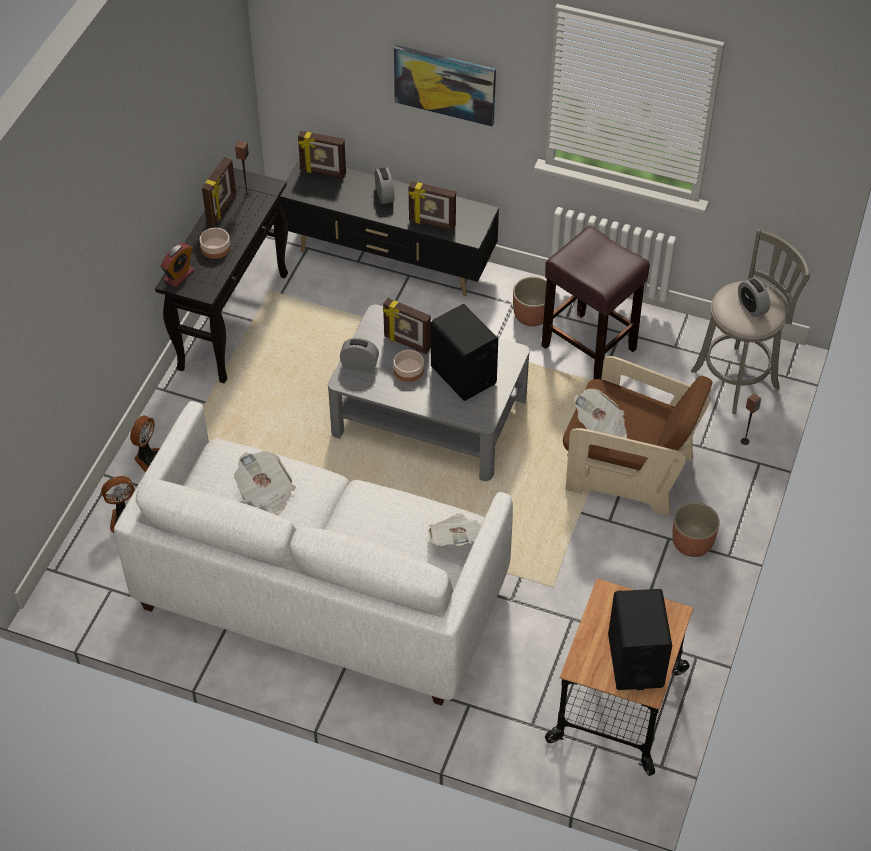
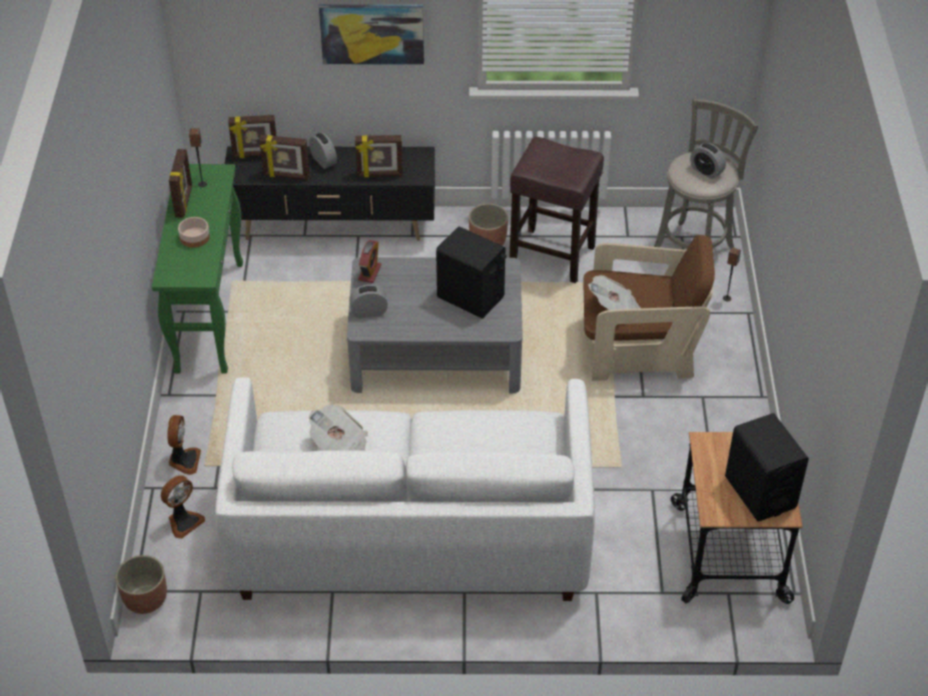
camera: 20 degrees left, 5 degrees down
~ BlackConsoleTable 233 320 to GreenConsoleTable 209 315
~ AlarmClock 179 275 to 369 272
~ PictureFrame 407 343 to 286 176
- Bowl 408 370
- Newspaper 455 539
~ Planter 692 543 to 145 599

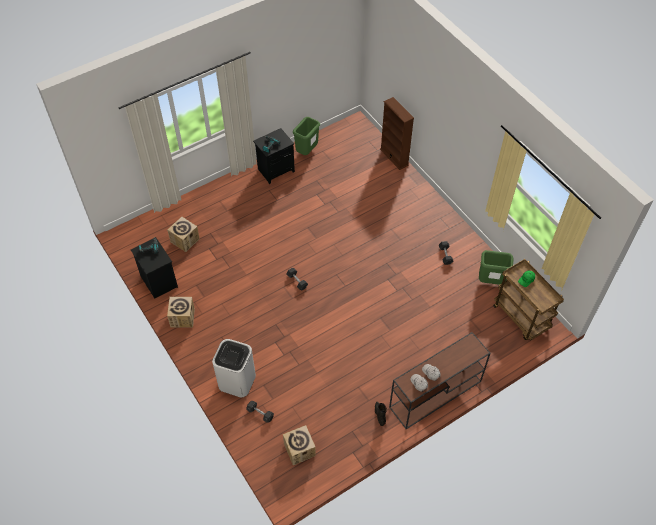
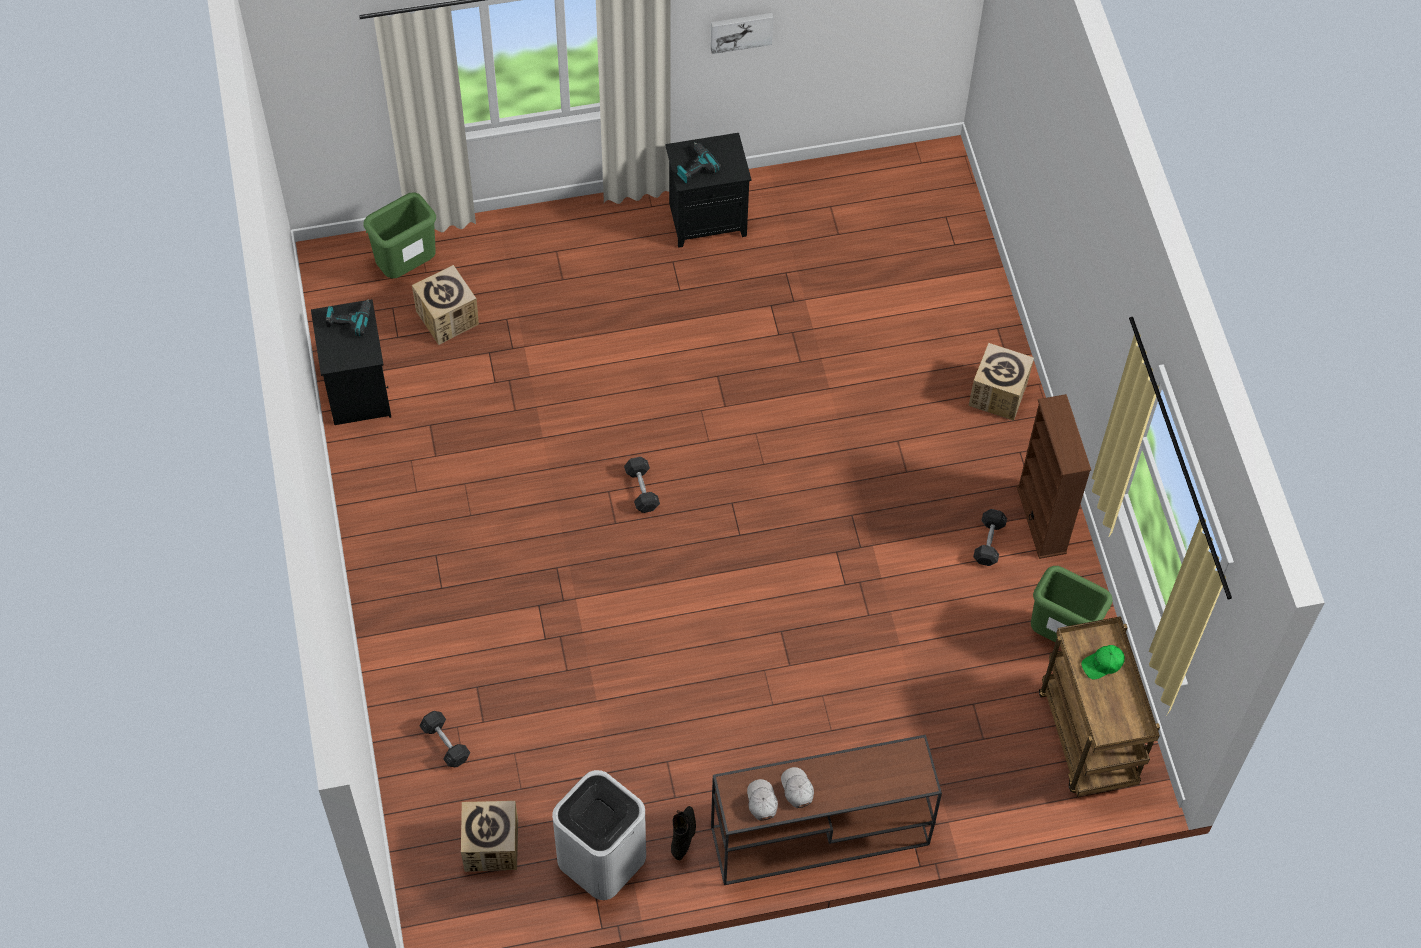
camera: 20 degrees right, 5 degrees up
~ CardboardBox 182 317 to 998 394
~ WhiteTrashCan 237 381 to 601 859
~ GreenTrashCan 306 151 to 407 266
~ BrownBookcase 394 157 to 1041 519
+ Picture 741 31

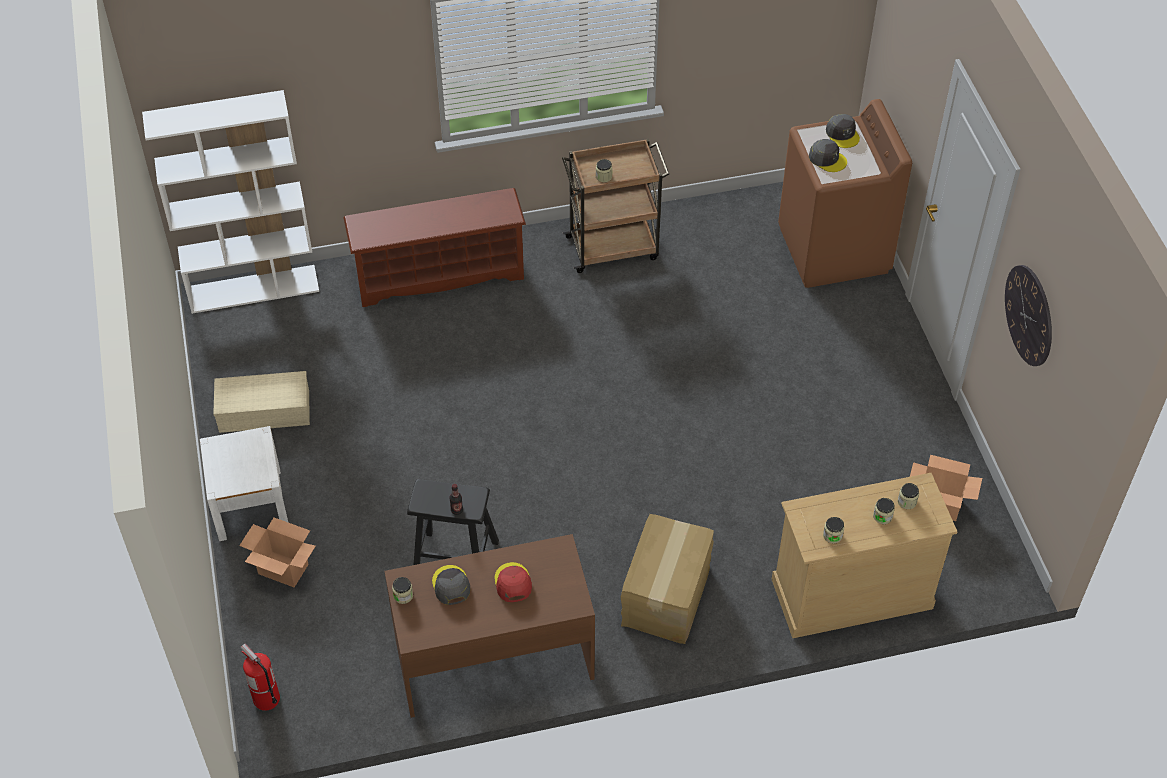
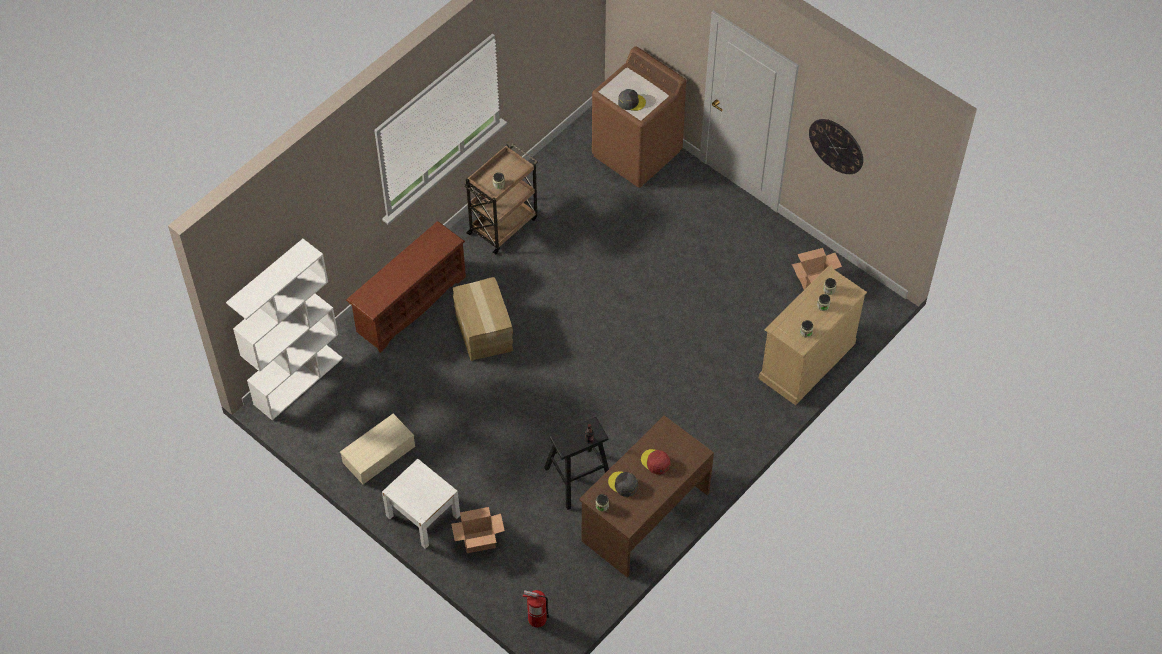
camera: 35 degrees left, 5 degrees up
~ CardboardBox 667 596 to 484 331
- GreyCap 842 134

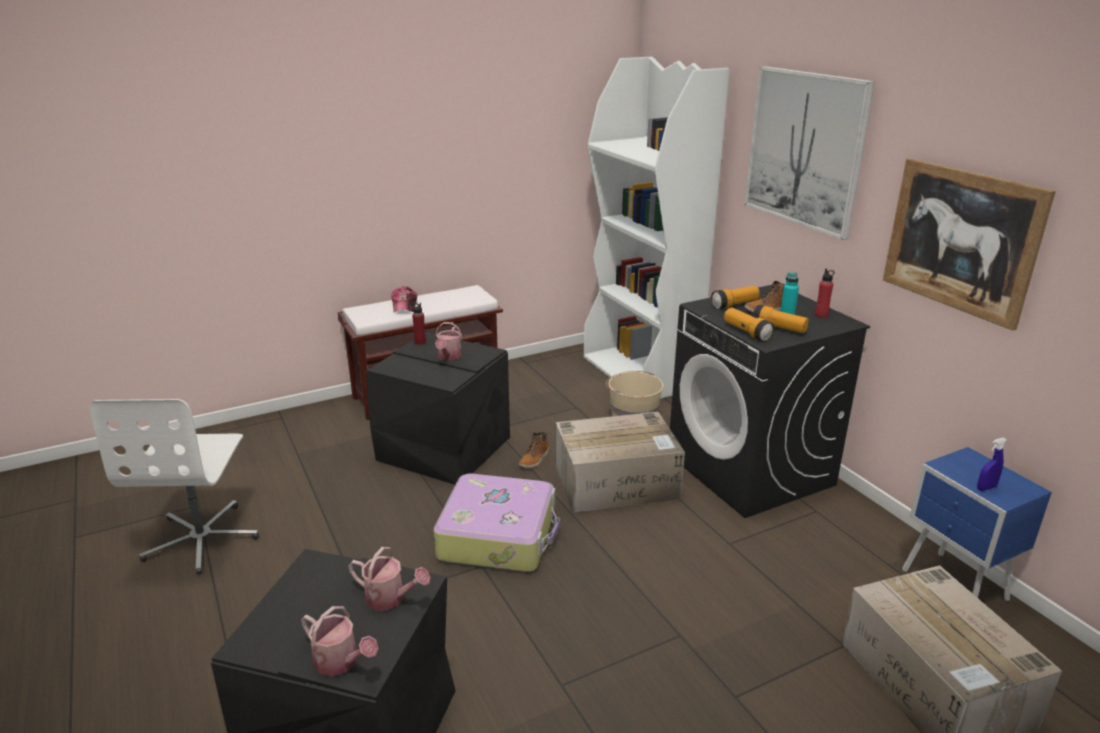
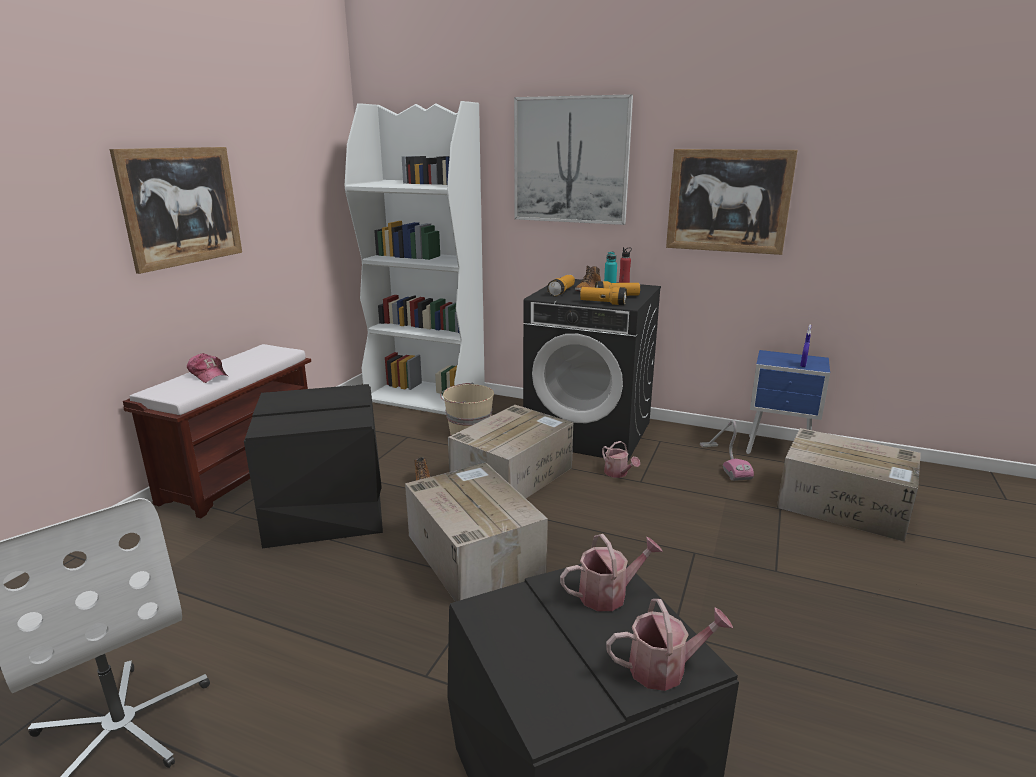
camera: 40 degrees left, 5 degrees down
- RedBottle 420 342
~ Suitcase 499 535 to CardboardBox 473 553
~ WateringCan 448 356 to 618 474
+ Picture 181 206
+ VacuumCleaner 724 462

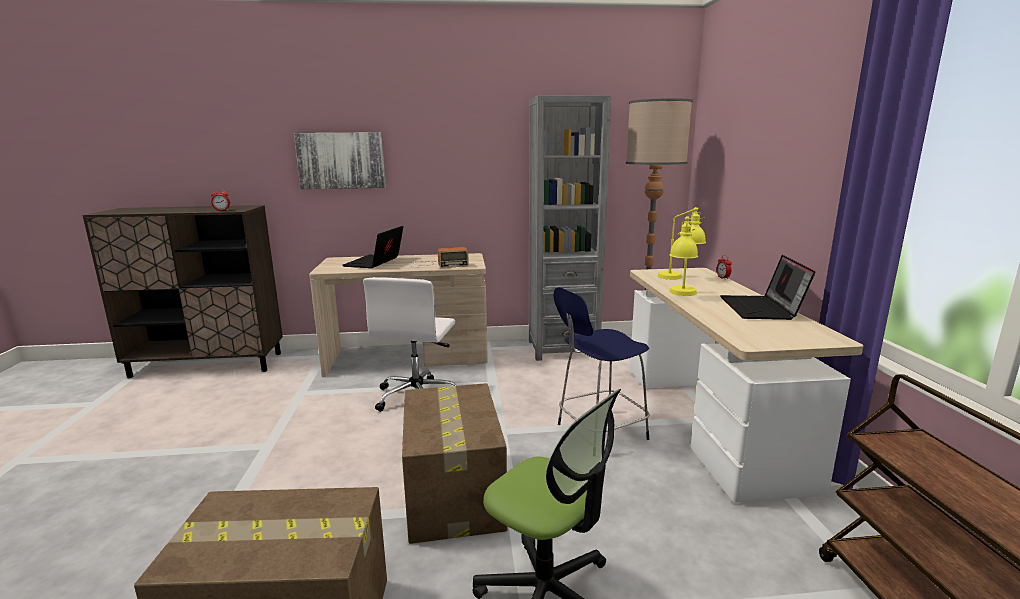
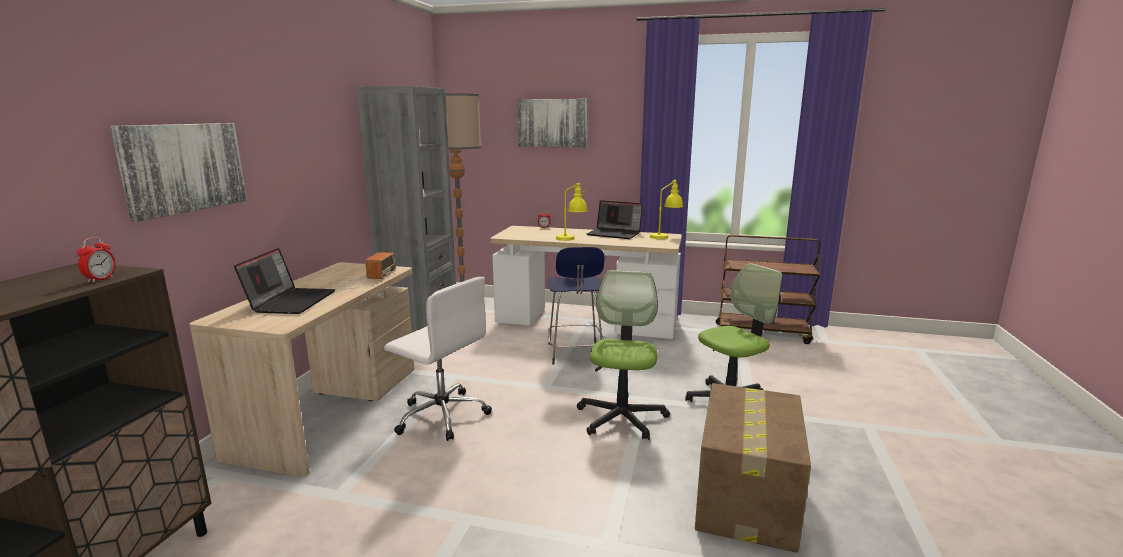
camera: 70 degrees left, 0 degrees up
~ Laptop 375 262 = 291 301 120 degrees counterclockwise
~ CardboardBox 454 494 to OfficeChair 621 418
~ YellowTableLamp 679 278 to 665 236
+ Picture 552 123

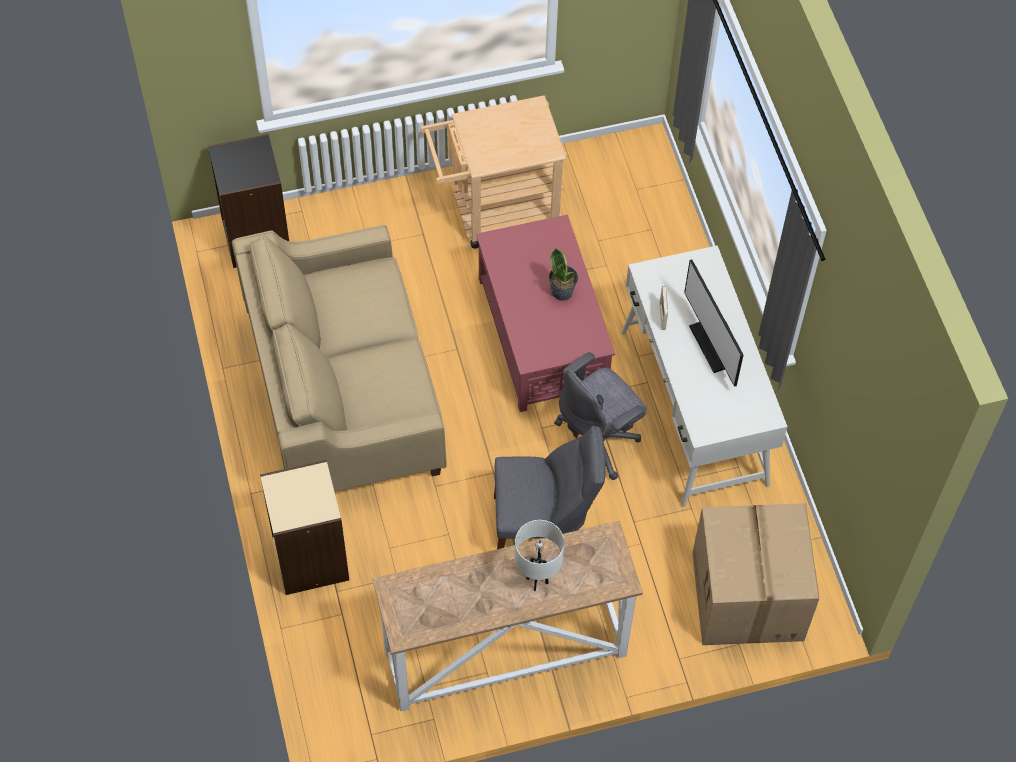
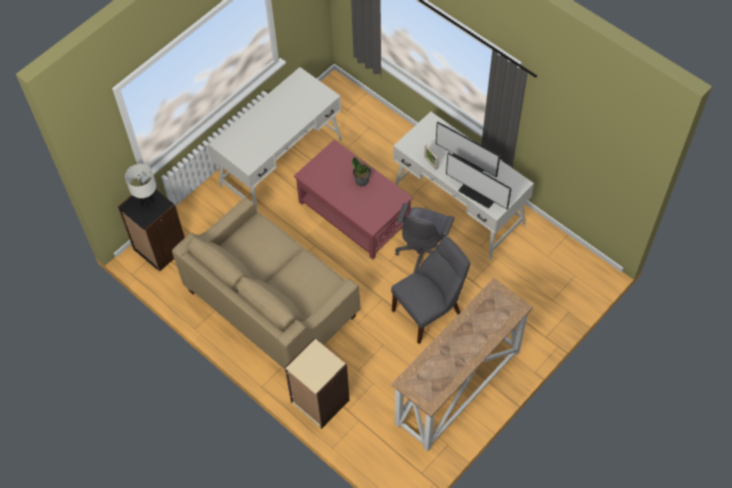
camera: 30 degrees left, 0 degrees up
~ BeigeCart 495 212 to WhiteDesk 281 163
~ WhiteTableLamp 537 580 to 148 203
- CardboardBox 749 597
+ Monitor 478 194

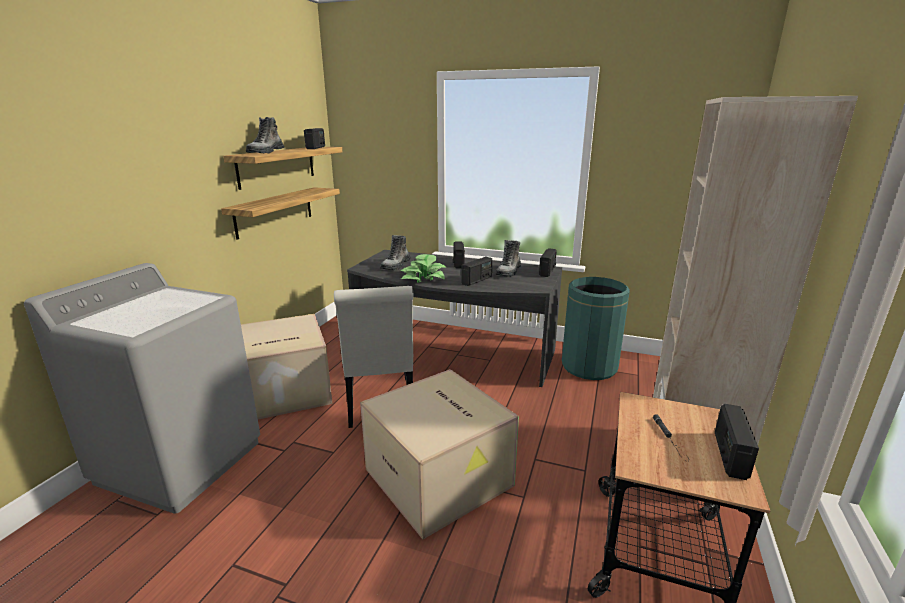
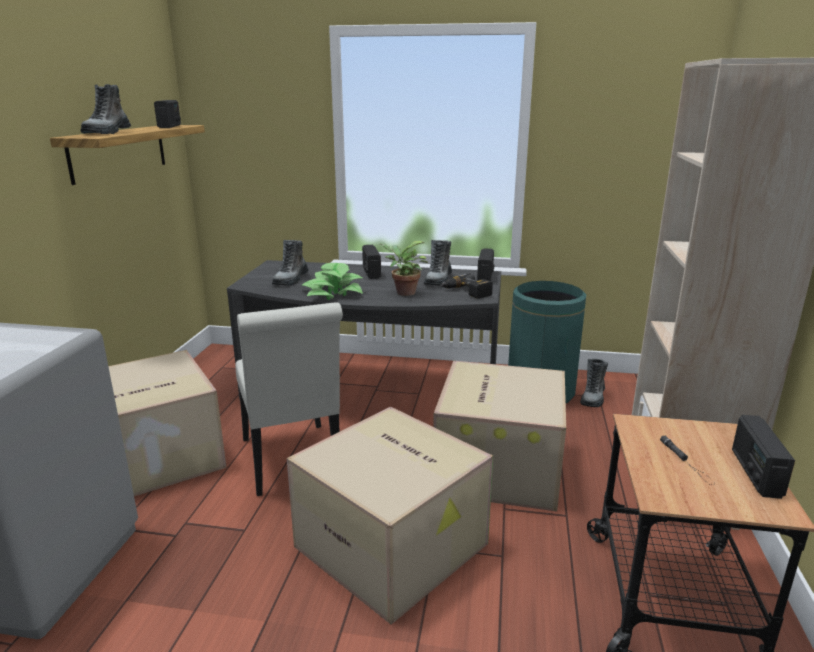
camera: 10 degrees left, 0 degrees up
- Shelf 275 211
~ Radio 477 280 to PottedPlant 403 293
+ CardboardBox 496 466
+ PowerDrill 465 292
+ Boot 593 397

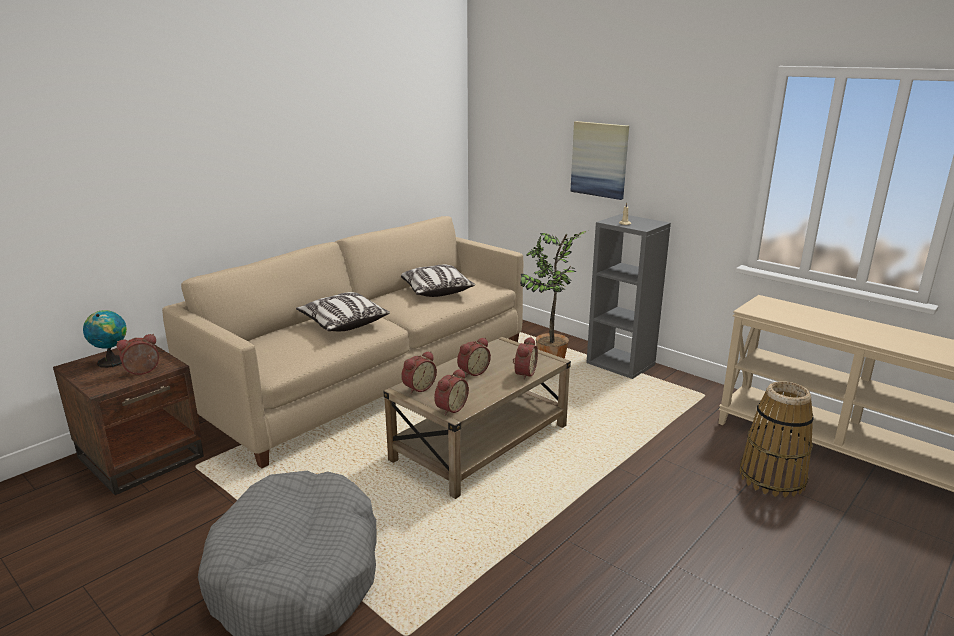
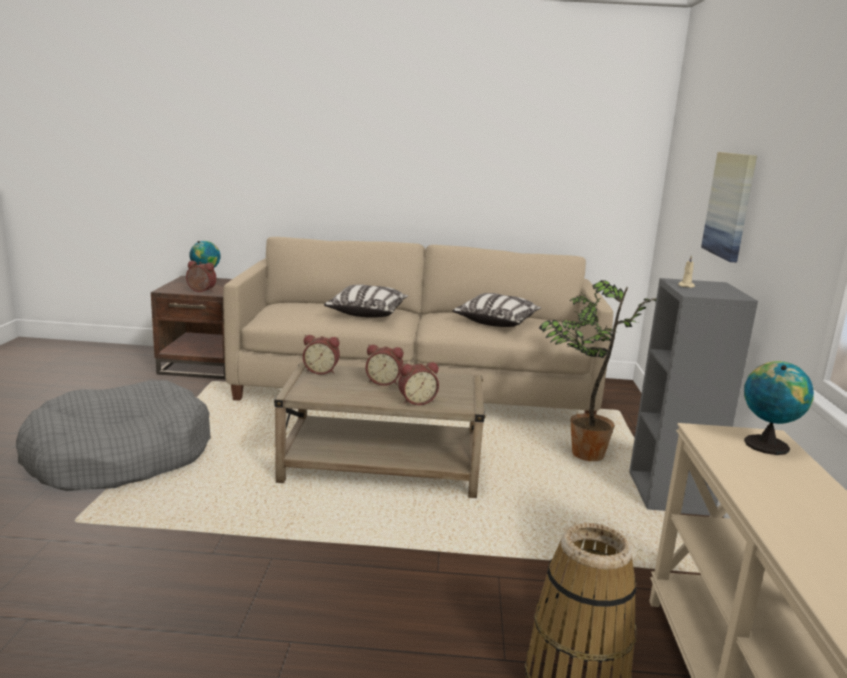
camera: 50 degrees right, 5 degrees down
- AlarmClock 450 408
+ Globe 766 444

